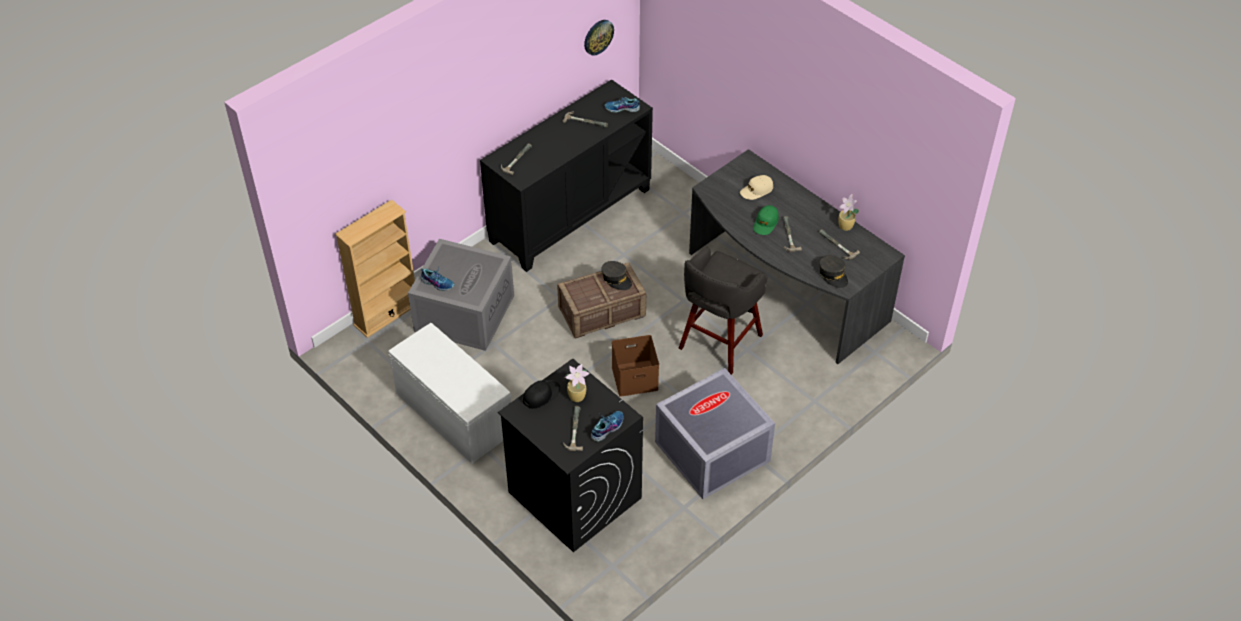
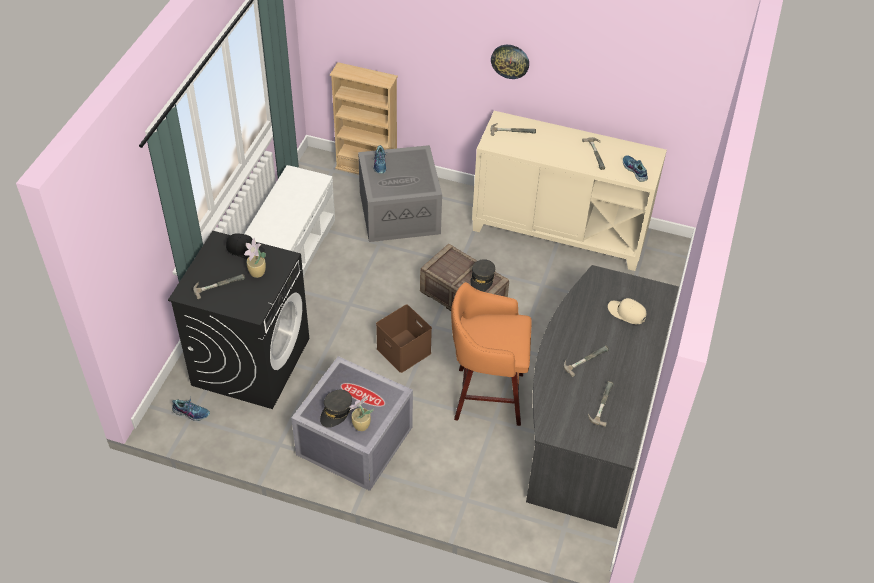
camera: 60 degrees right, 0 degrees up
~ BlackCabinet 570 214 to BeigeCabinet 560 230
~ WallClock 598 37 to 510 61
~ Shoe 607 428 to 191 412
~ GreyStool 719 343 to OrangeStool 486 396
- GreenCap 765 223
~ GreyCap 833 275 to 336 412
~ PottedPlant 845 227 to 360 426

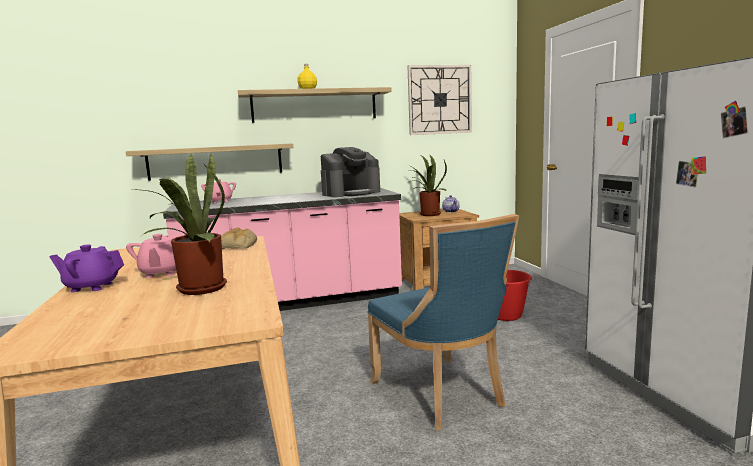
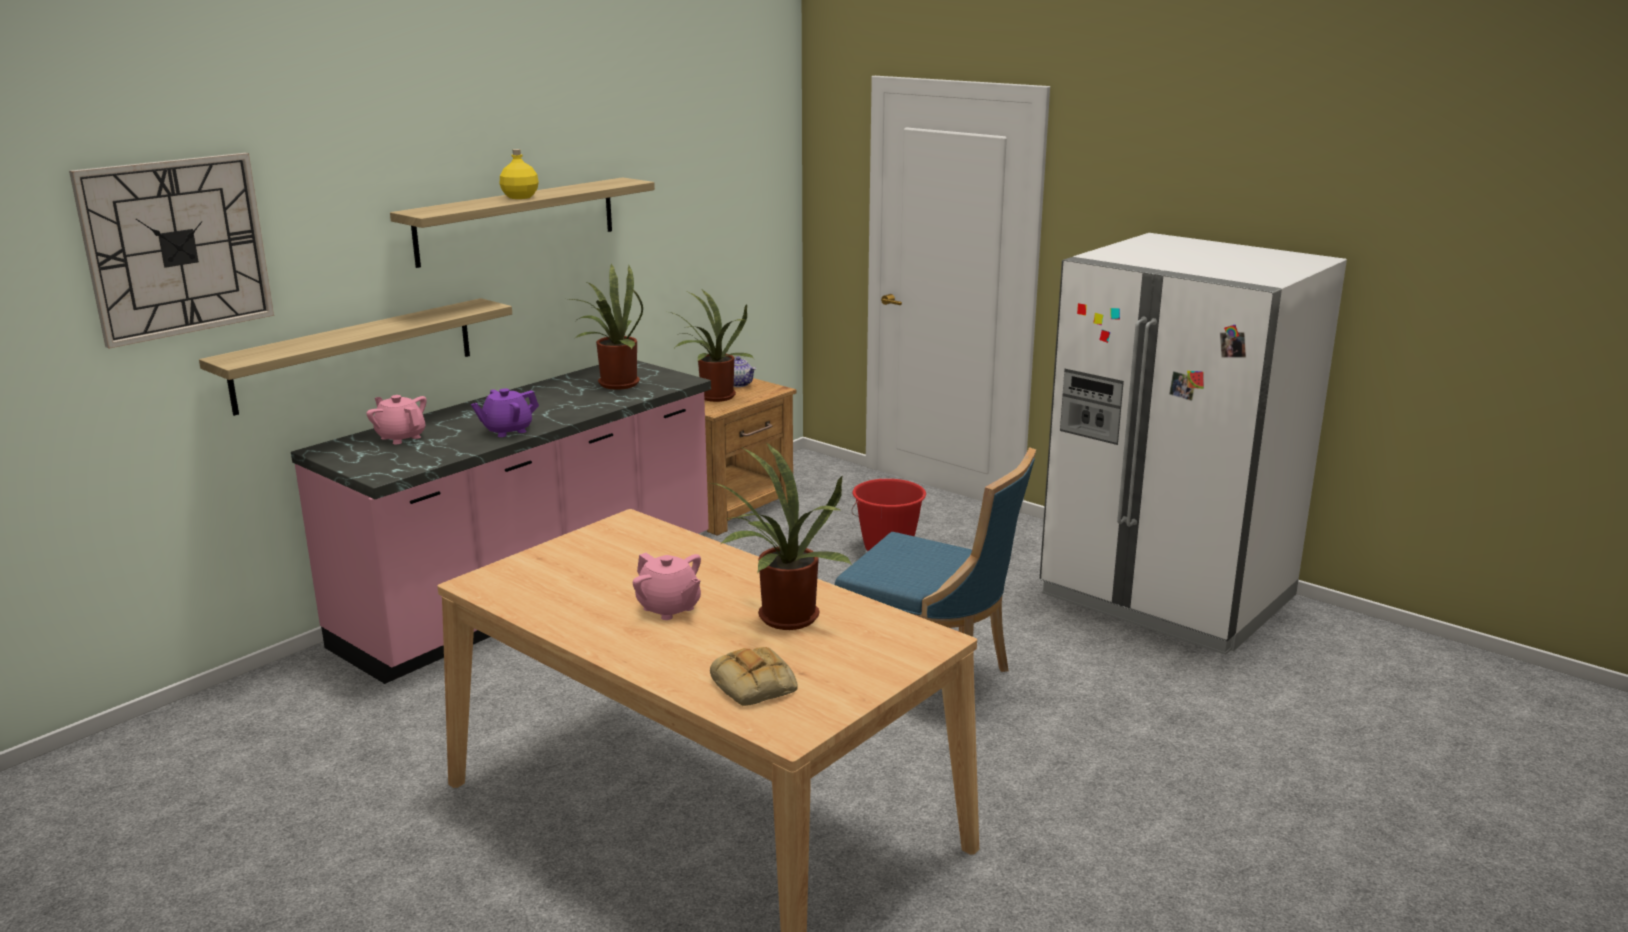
camera: 35 degrees left, 10 degrees up
~ PurpleTeapot 91 287 to 507 430
~ Bread 237 246 to 755 685
~ CoffeeMachine 351 193 to PottedPlant 614 384
~ WallClock 439 100 to 176 247

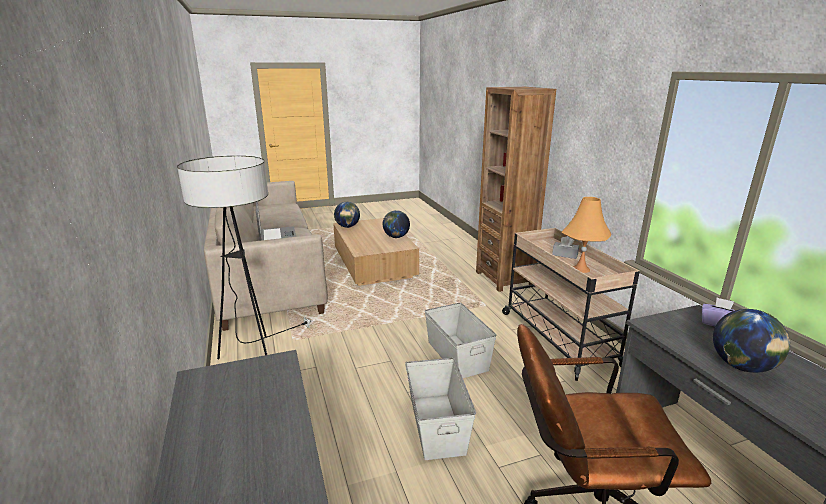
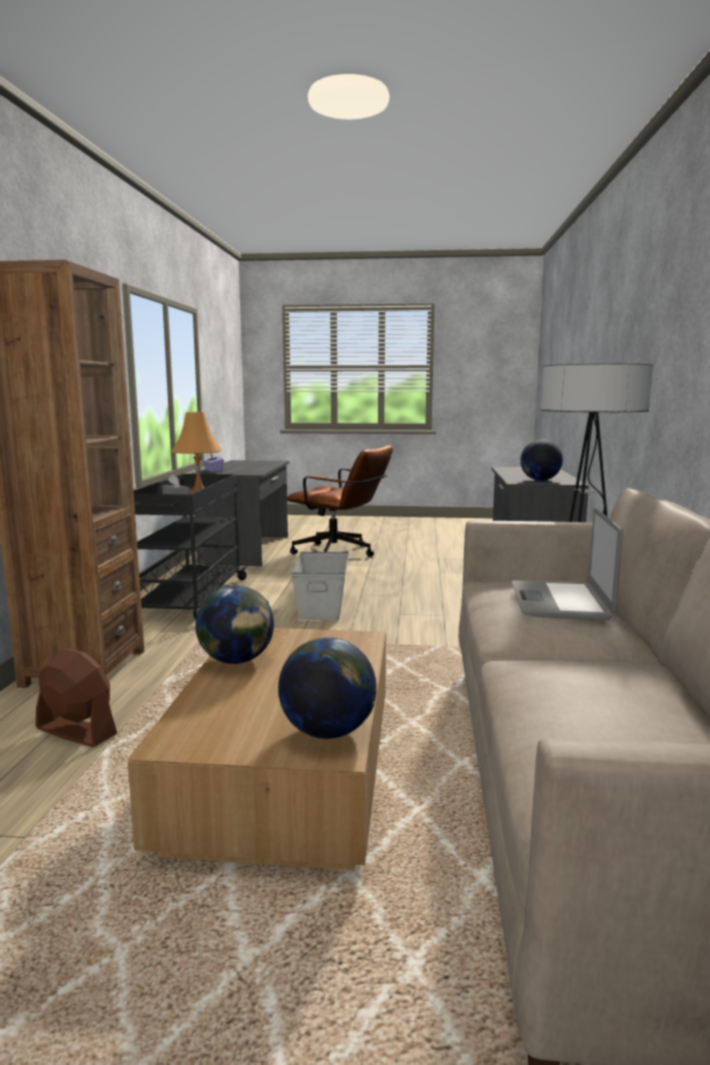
camera: 155 degrees left, 10 degrees down
- GreyStorageBox 436 425
~ BeigeCart 557 337 to BlackCart 191 600
~ Globe 741 367 to 540 480
+ BrownFan 76 731

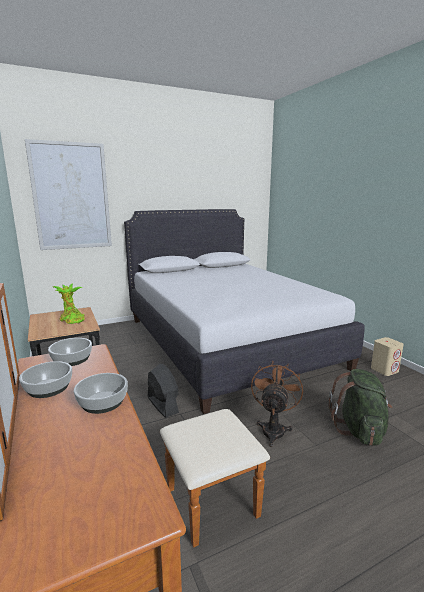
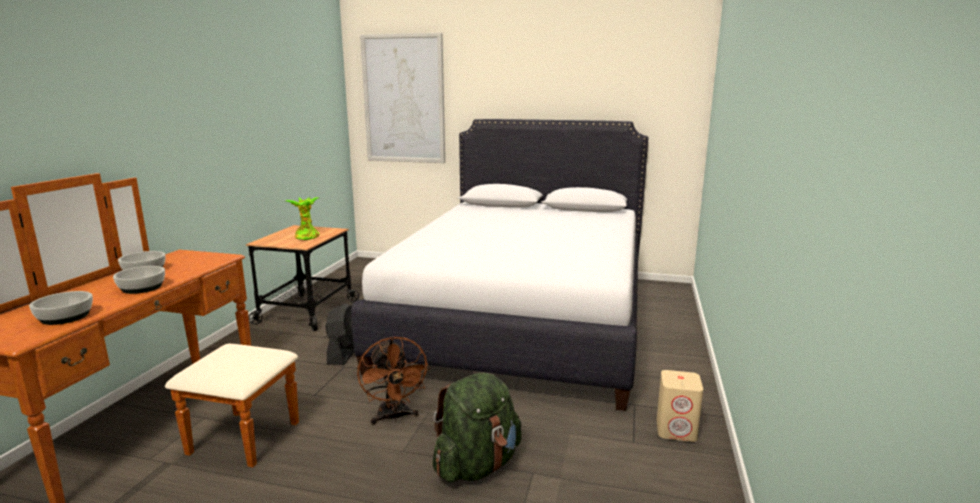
camera: 40 degrees right, 0 degrees up
~ Bowl 72 359 to 66 317
~ BrownFan 273 429 = 394 417 105 degrees clockwise

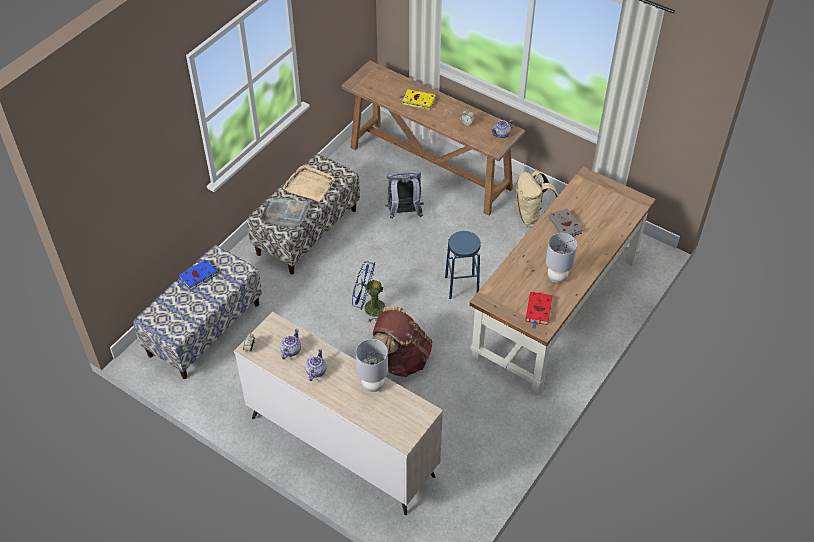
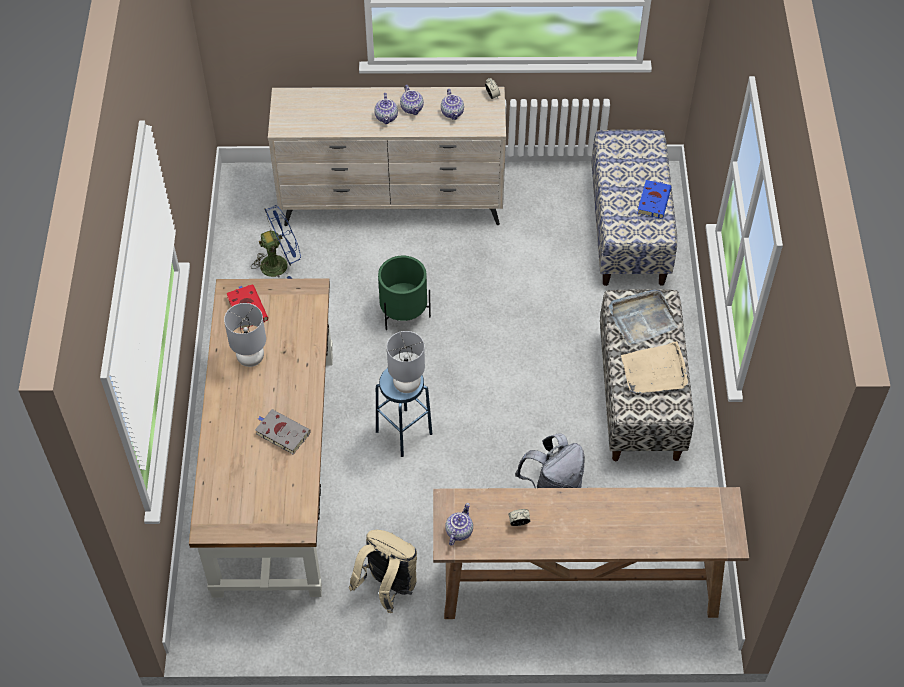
camera: 145 degrees right, 5 degrees up
~ BlueFan 369 308 to 280 263
~ GreyTableLamp 372 385 to 407 384
~ BrownBackpack 401 358 to GreenPlanter 404 313
- YellowBook 417 101
+ Teapot 387 117

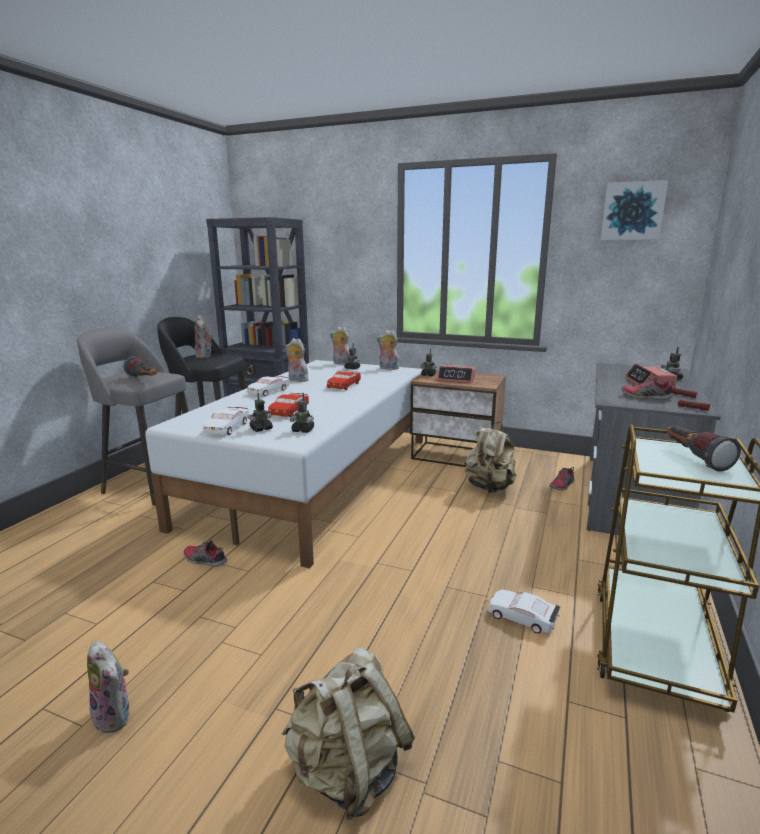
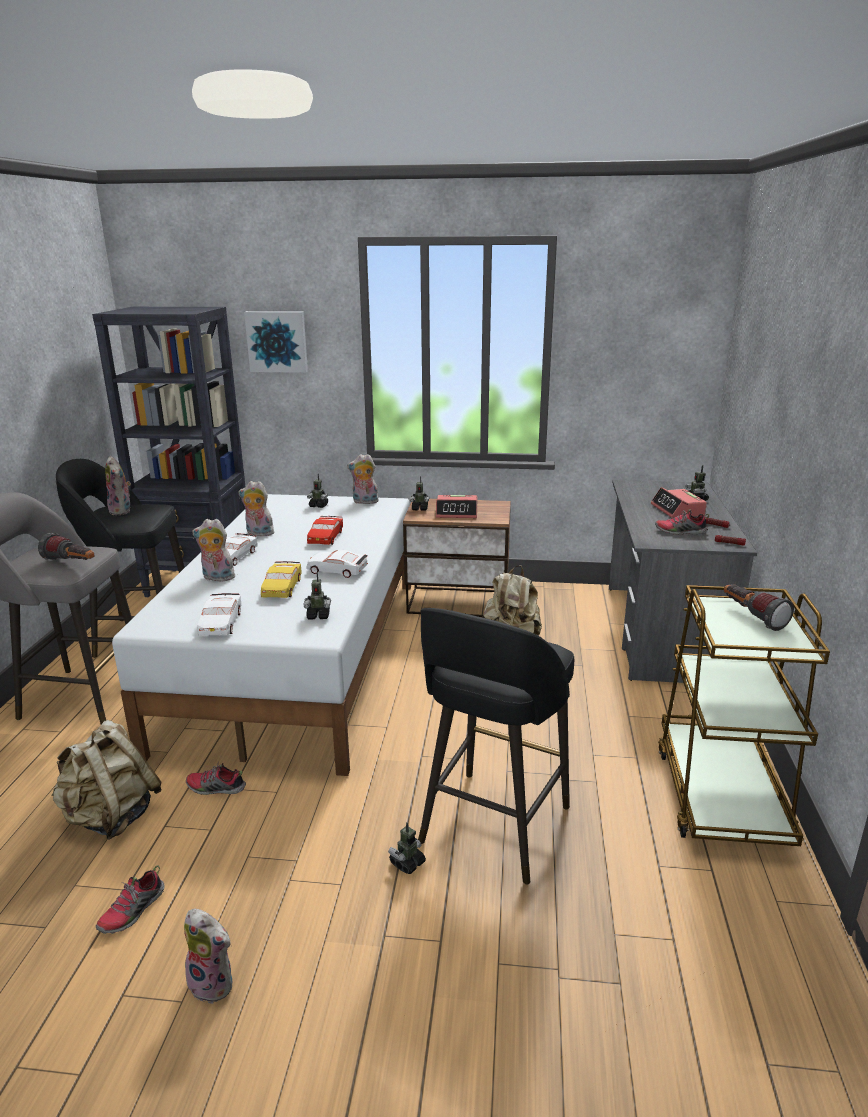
camera: 15 degrees left, 5 degrees up
~ ToyRobot 261 429 to 407 863
~ RedToyCar 289 411 to YellowToyCar 282 587
~ BeigeBackpack 348 771 to 111 816
~ PlushToy 340 363 to 217 578
~ WhiteToyCar 522 617 to 337 570
~ Shoe 562 486 to 133 911
~ Picture 632 211 to 277 341
+ BlackStool 492 827

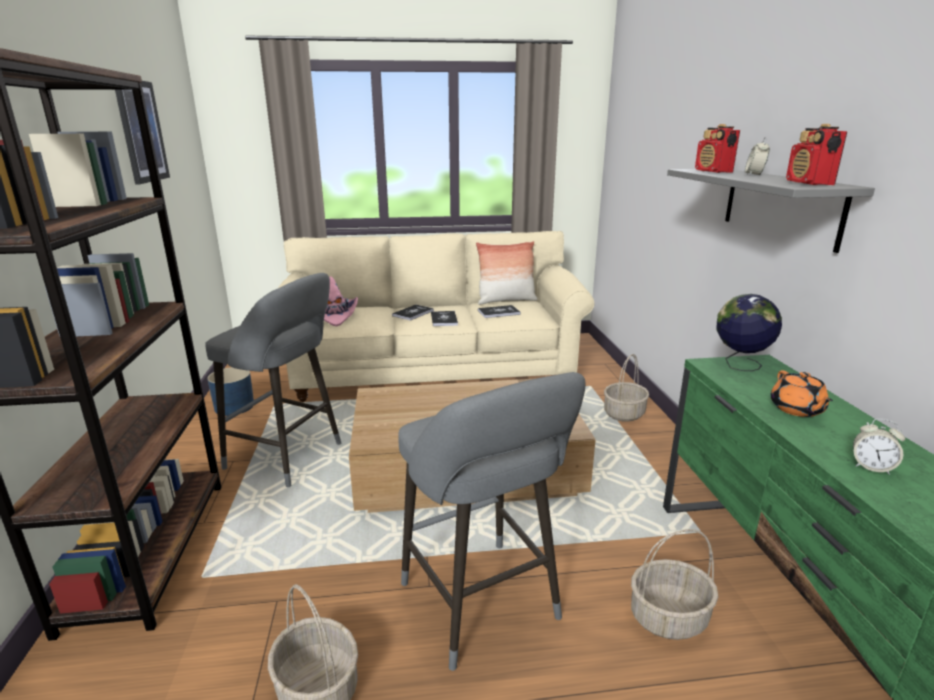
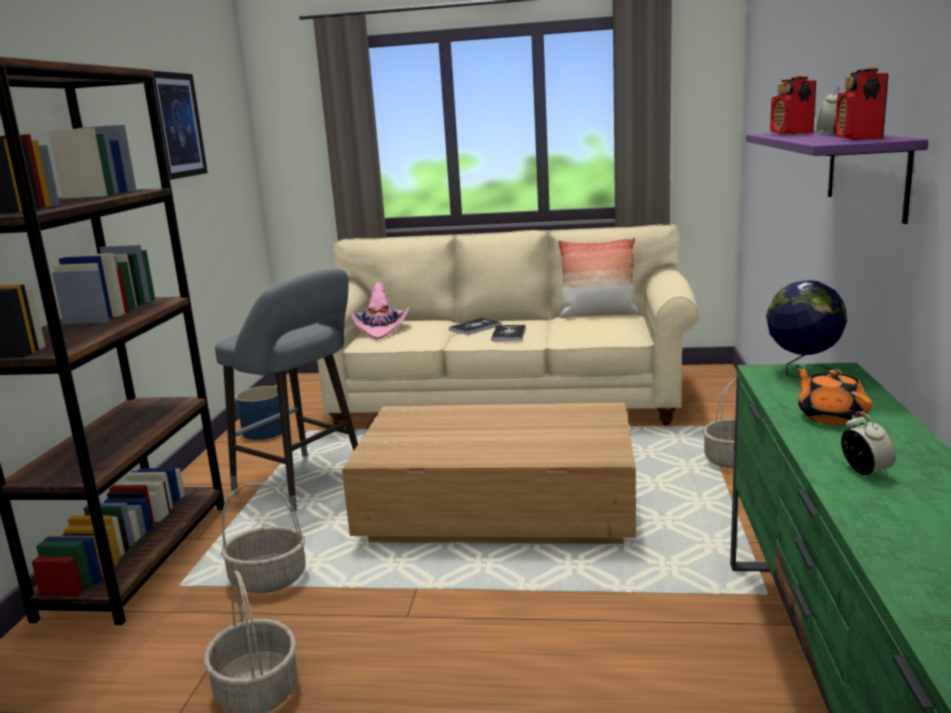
camera: 15 degrees right, 5 degrees down
- GreyStool 483 607
- Book 498 312
~ Basket 668 618 to 267 580
~ GreyShelf 780 206 to PurpleShelf 866 171
~ OrangeTeapot 797 409 = 830 416 150 degrees clockwise
~ AlarmClock 871 467 = 865 471 150 degrees counterclockwise

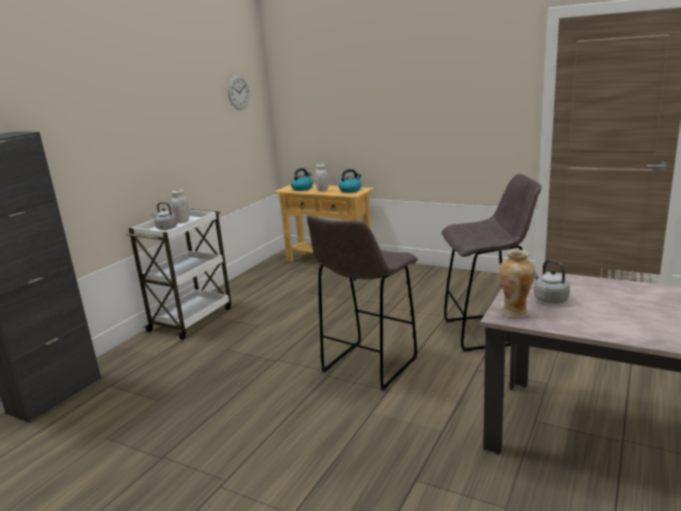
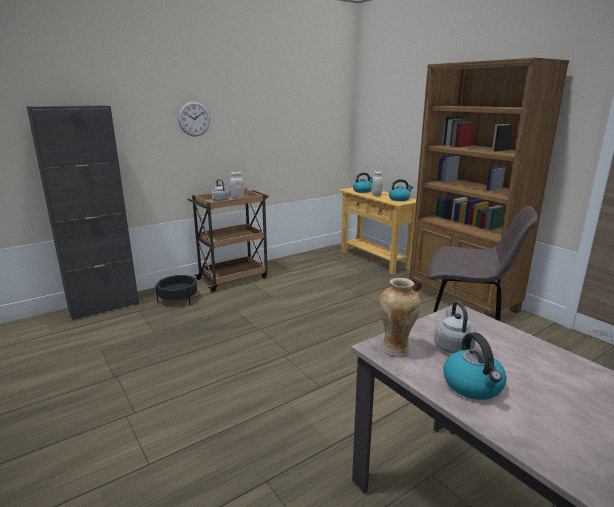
camera: 25 degrees right, 0 degrees up
~ WhiteCart 192 318 to BrownCart 233 278
~ WallClock 238 92 to 194 119
- GreyStool 368 366
+ BlackPlanter 178 299
+ BrownBookcase 462 300
+ Kettle 473 386

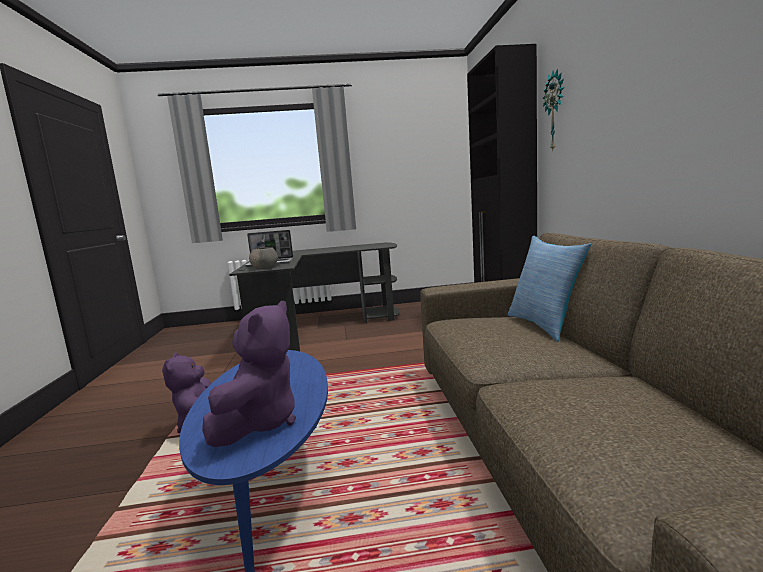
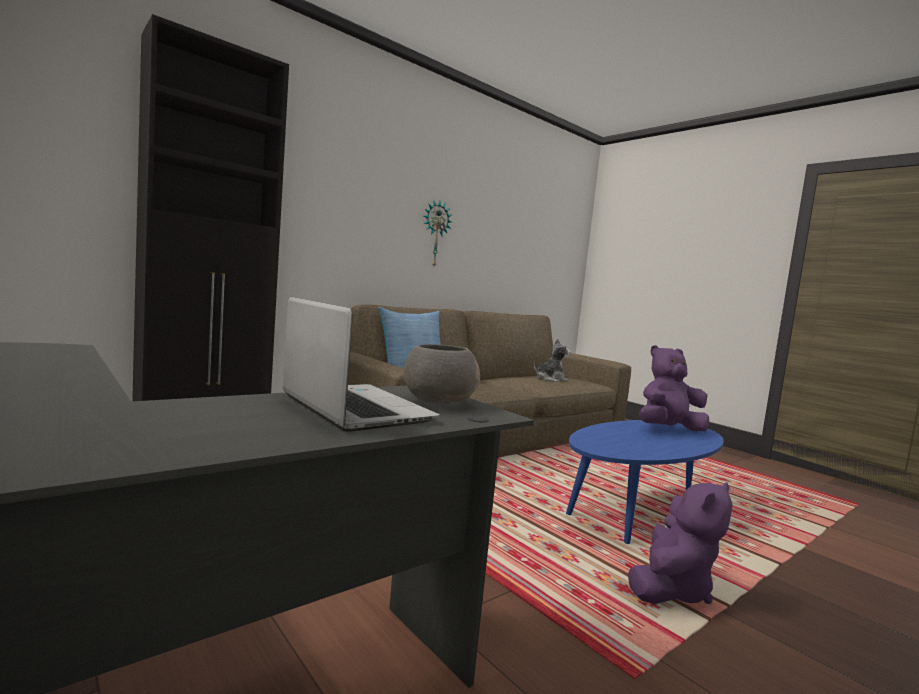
camera: 125 degrees left, 5 degrees down
~ WallClock 556 111 to 435 234
+ PlushToy 550 379

